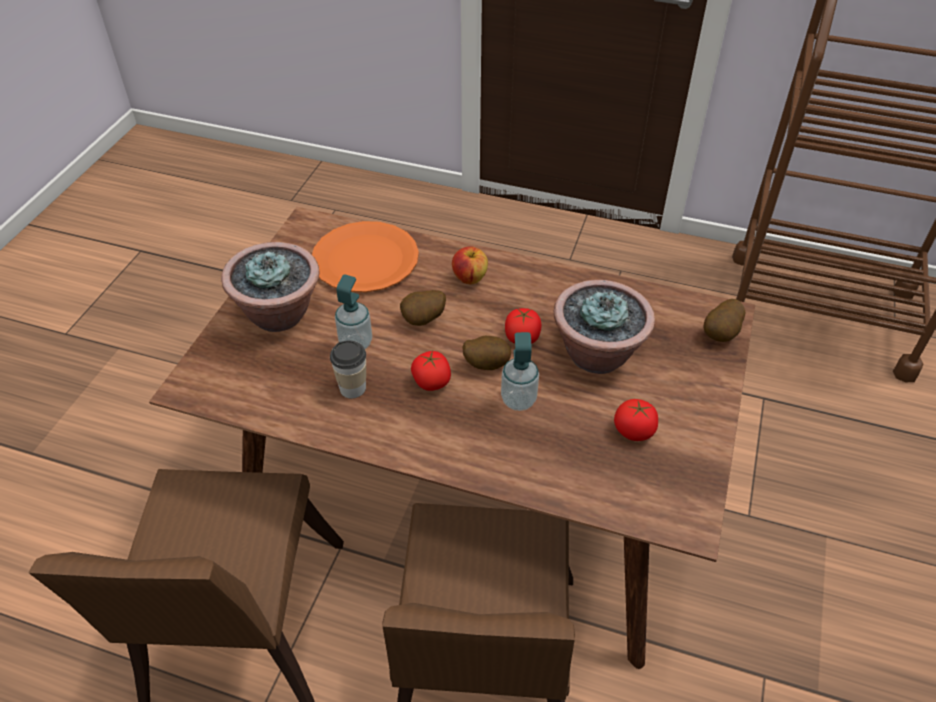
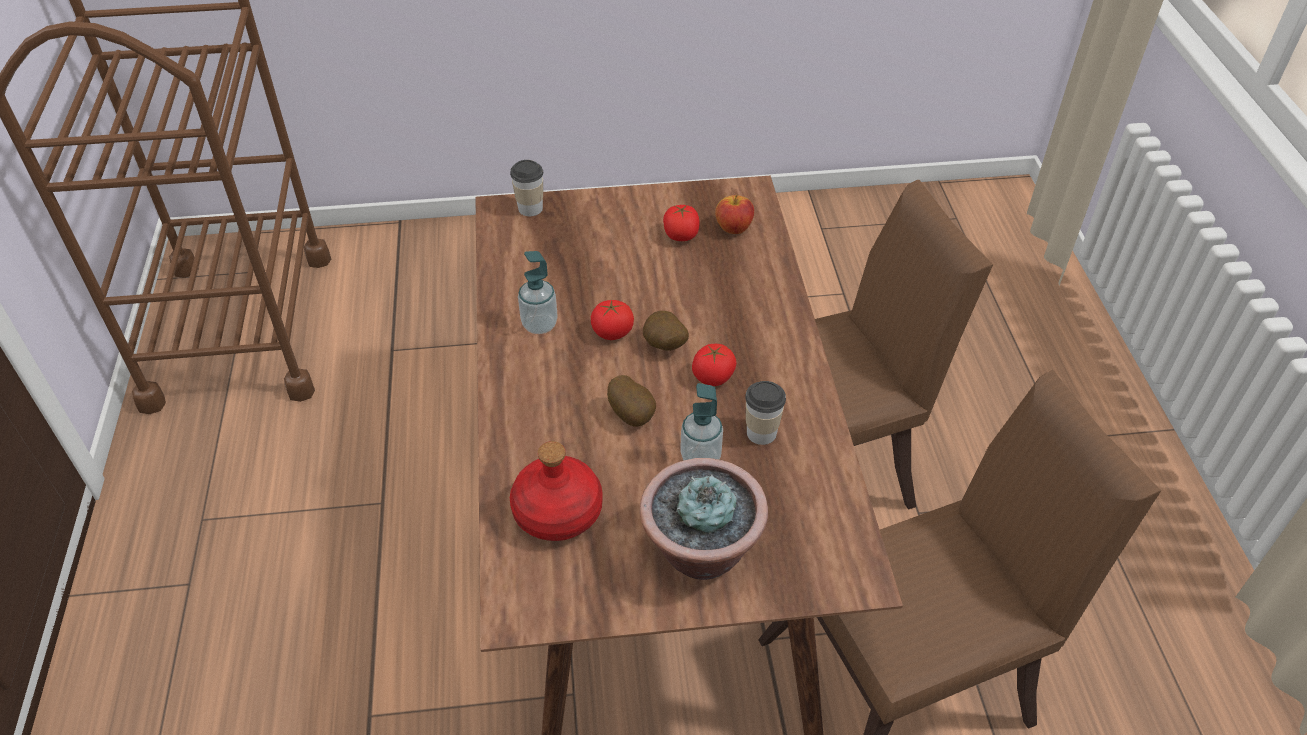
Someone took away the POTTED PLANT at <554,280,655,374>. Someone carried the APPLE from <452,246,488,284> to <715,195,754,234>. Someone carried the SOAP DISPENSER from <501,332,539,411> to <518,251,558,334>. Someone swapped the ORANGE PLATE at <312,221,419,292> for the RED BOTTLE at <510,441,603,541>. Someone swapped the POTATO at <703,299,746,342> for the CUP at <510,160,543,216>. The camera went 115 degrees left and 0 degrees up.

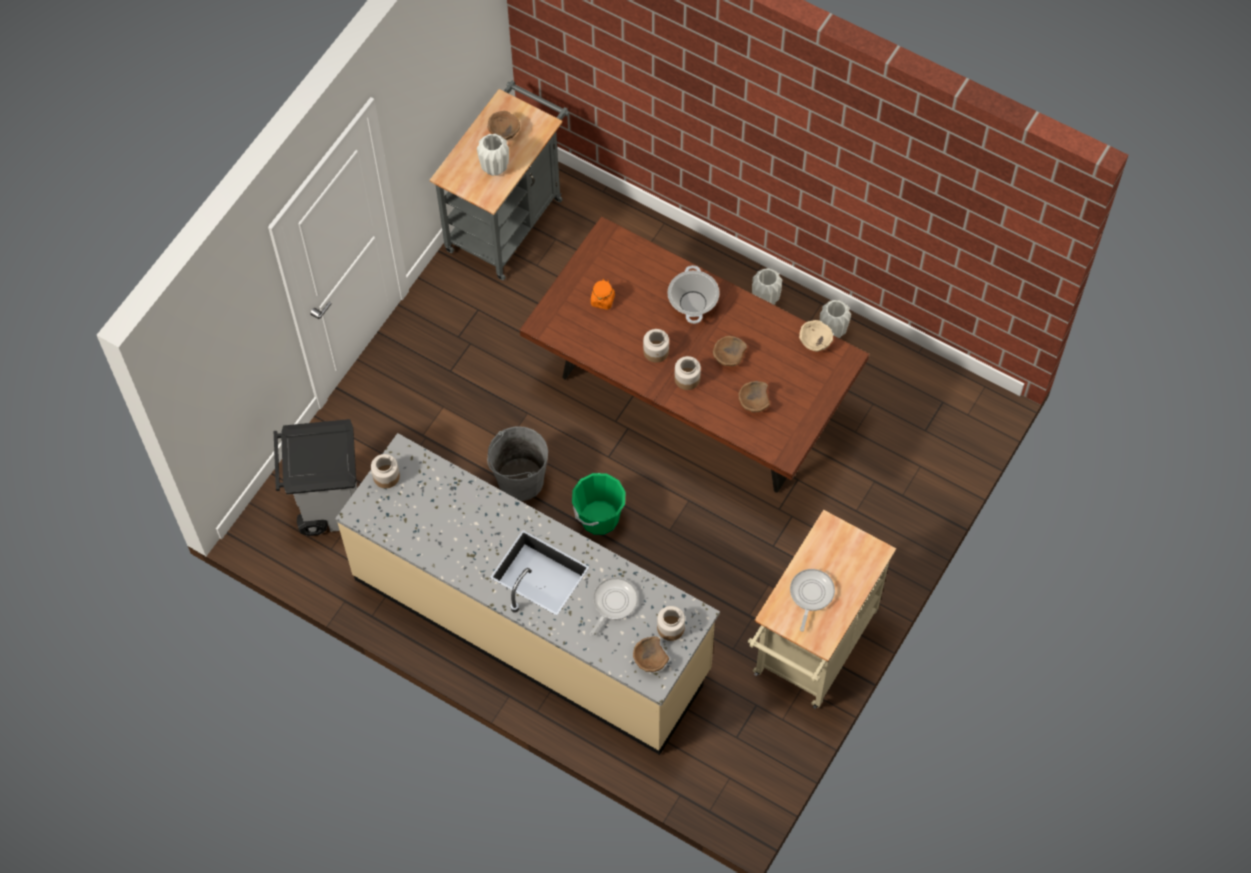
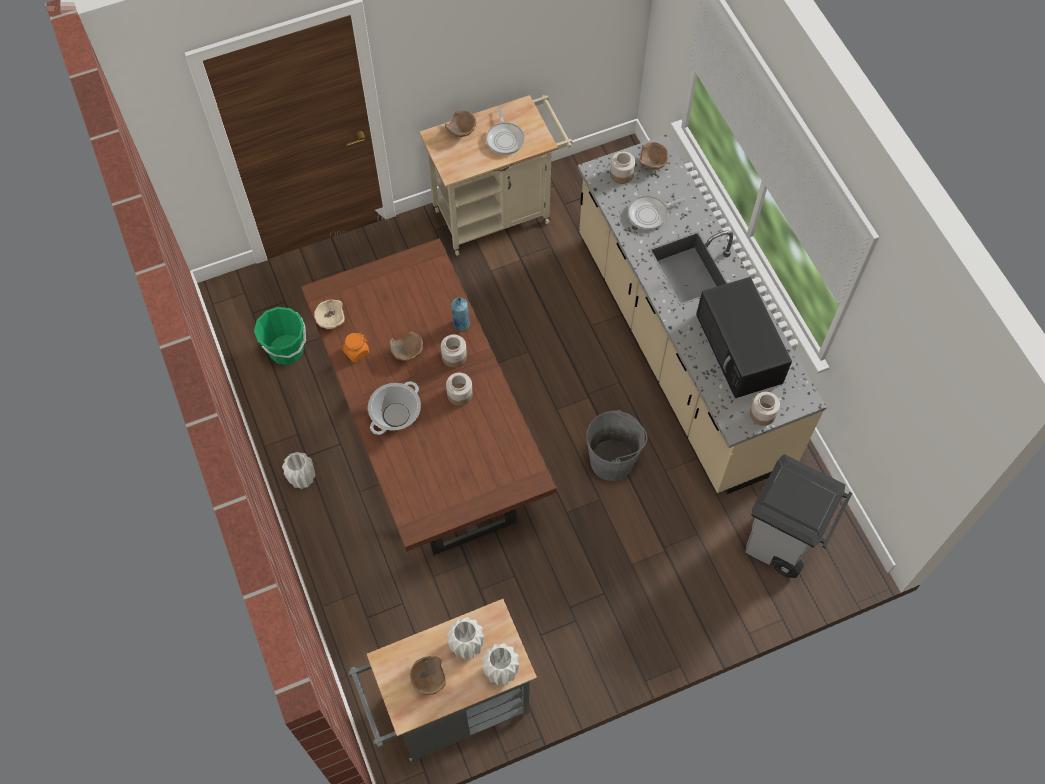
Someone put down the BLUE BOTTLE at <451,297,470,331>. Someone put down the BLACK MICROWAVE at <696,277,792,398>. Someone carried the GREEN BUCKET from <572,473,626,535> to <254,307,306,365>. Someone carried the ORANGE JAR from <591,280,615,310> to <342,333,369,362>. Someone carried the BROWN BOWL from <739,381,770,412> to <445,110,476,137>. Someone carried the WHITE VASE from <820,300,851,338> to <482,643,519,686>. Someone rotated the FRYING PAN at <790,569,835,632> by 60 degrees counterclockwise. The camera went 145 degrees left and 0 degrees up.

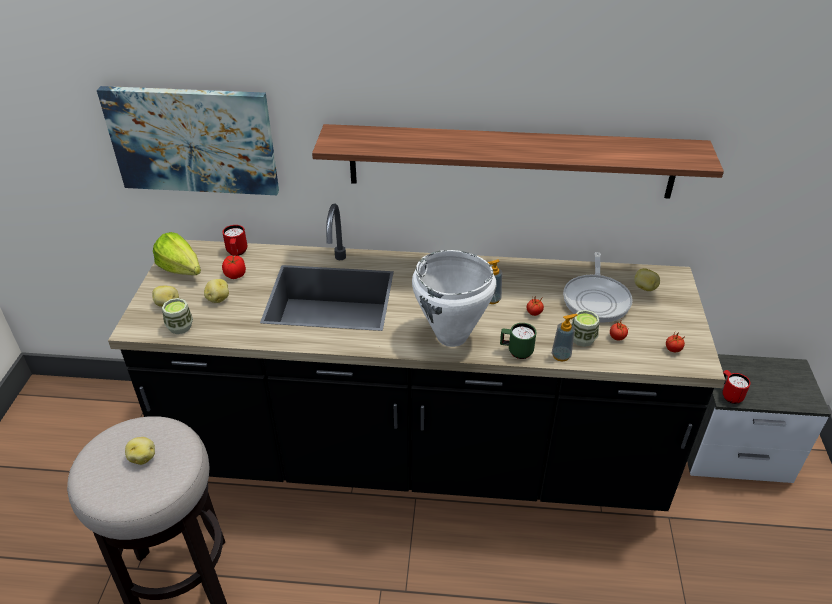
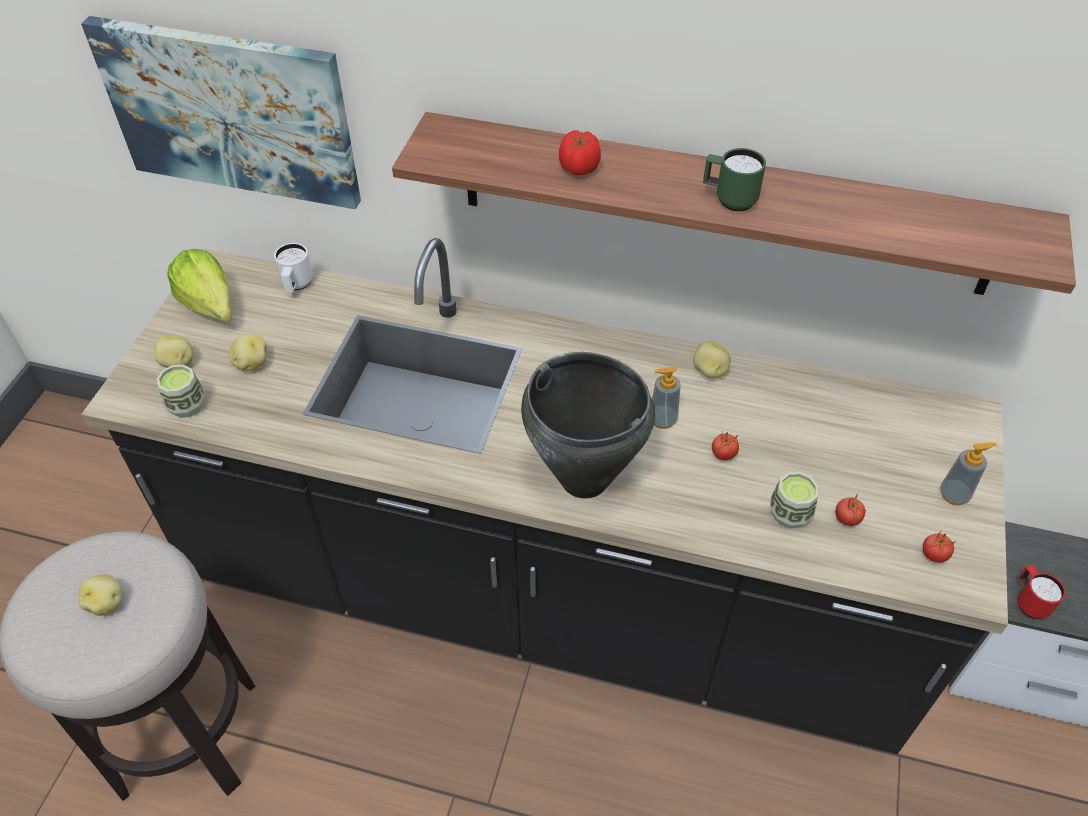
Someone took away the FRYING PAN at <563,252,633,323>. Someone carried the TOMATO from <222,255,246,279> to <559,130,601,176>. Someone carried the GREEN MUG from <500,323,536,359> to <703,148,766,211>. Someone carried the SOAP DISPENSER from <552,314,578,361> to <940,442,997,505>. Someone carried the POTATO from <634,268,660,291> to <693,341,731,378>. Someone repainted the RED MUG at <222,225,247,256>, which became the WHITE MUG at <274,243,313,293>. Someone repainted the WHITE COOKING POT at <412,250,496,347>, which became the BLACK COOKING POT at <521,352,655,498>. The camera went 10 degrees right and 10 degrees up.

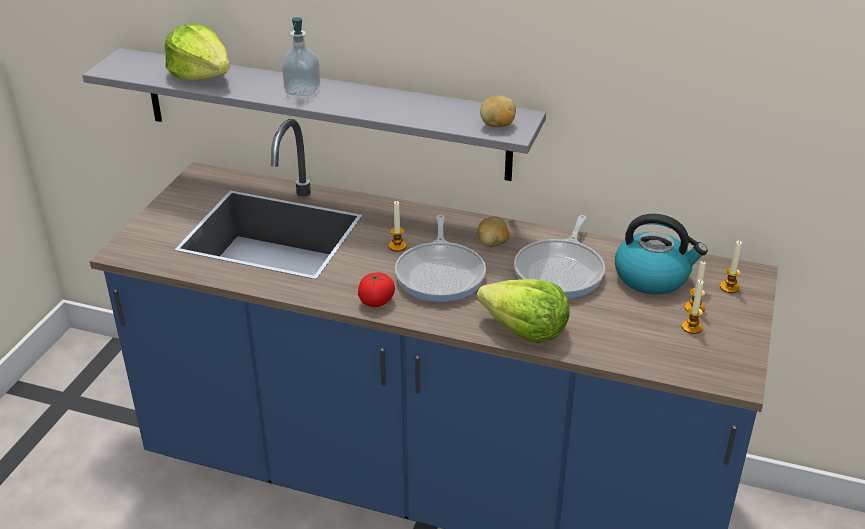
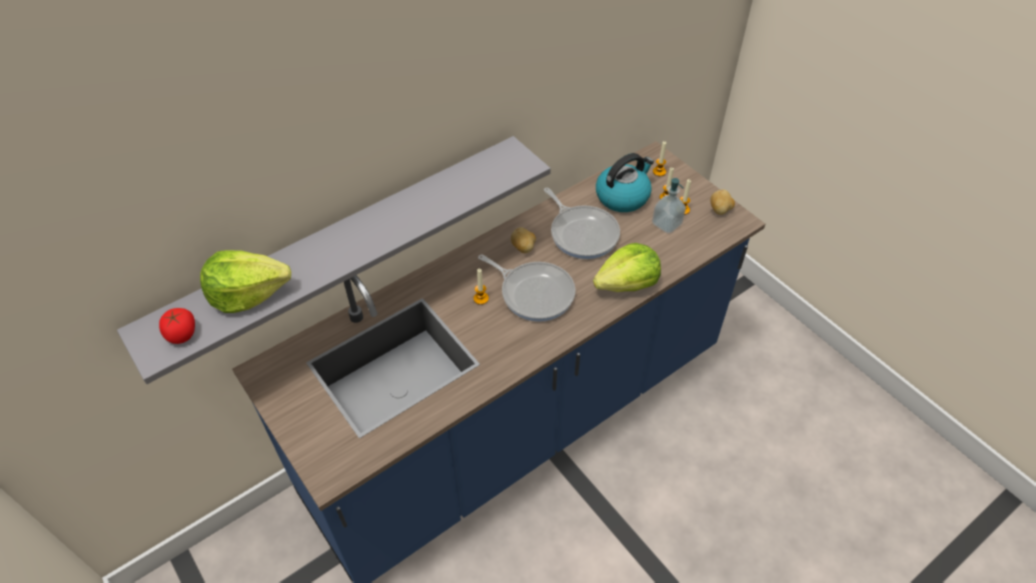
Someone carried the SOAP DISPENSER from <282,17,320,96> to <652,178,686,234>. Someone carried the TOMATO from <358,272,395,307> to <159,308,195,344>. Someone carried the POTATO from <480,96,516,127> to <710,190,735,215>. The camera went 55 degrees left and 15 degrees up.

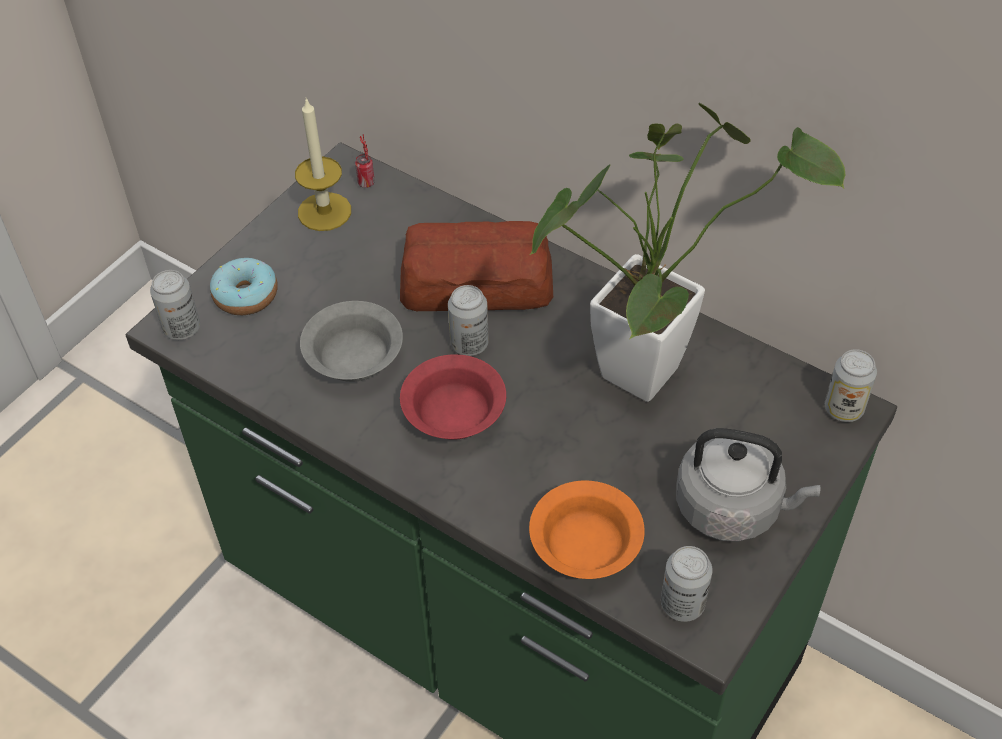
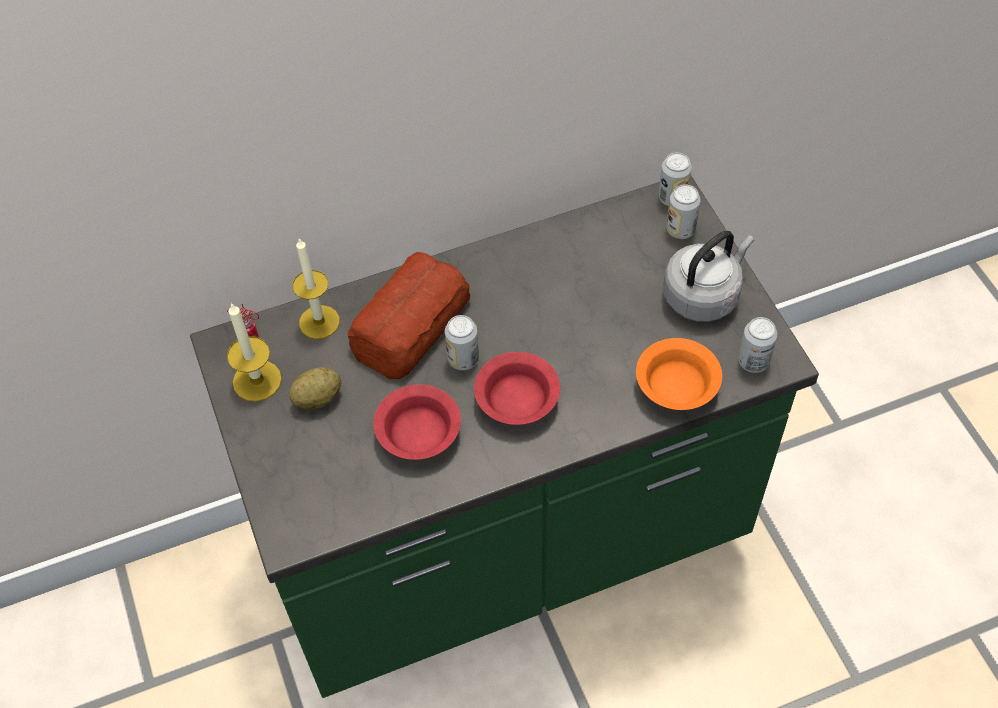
Someone took away the DONUT at <210,258,278,315>. Someone took away the POTTED PLANT at <530,103,846,402>. Someone put down the POTATO at <289,367,341,409>. Someone put down the CANDLE at <292,239,340,339>. Someone carried the CAN from <150,270,200,340> to <666,184,701,239>. Someone repainted the GREY BOWL at <300,301,403,382>, which became the RED BOWL at <373,384,461,460>. The camera went 55 degrees left and 5 degrees up.

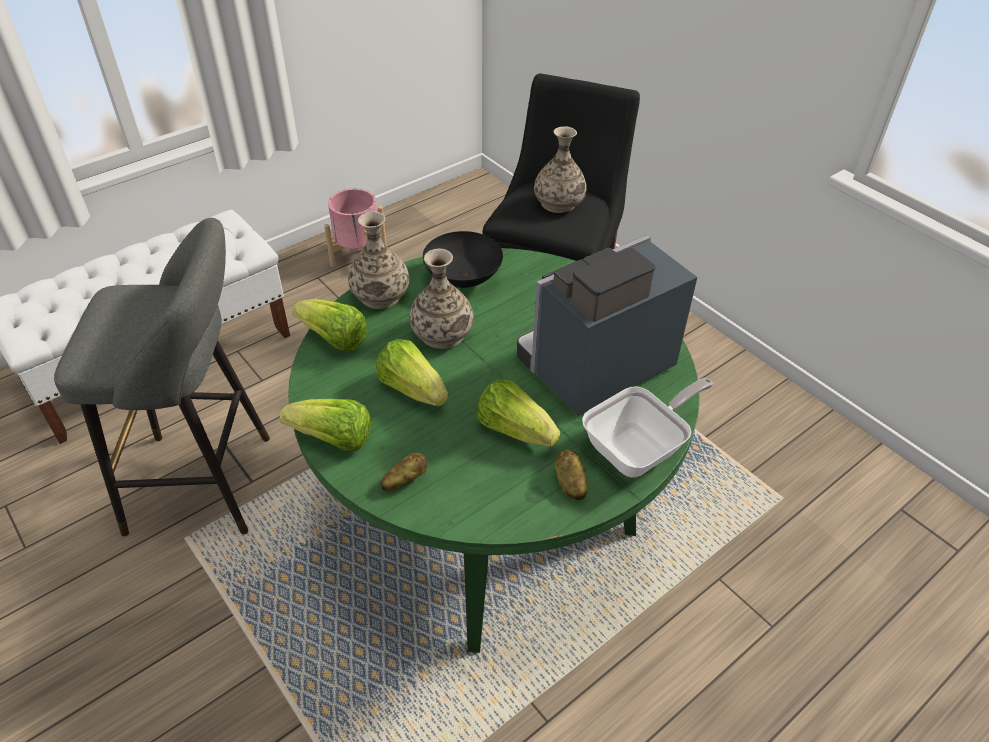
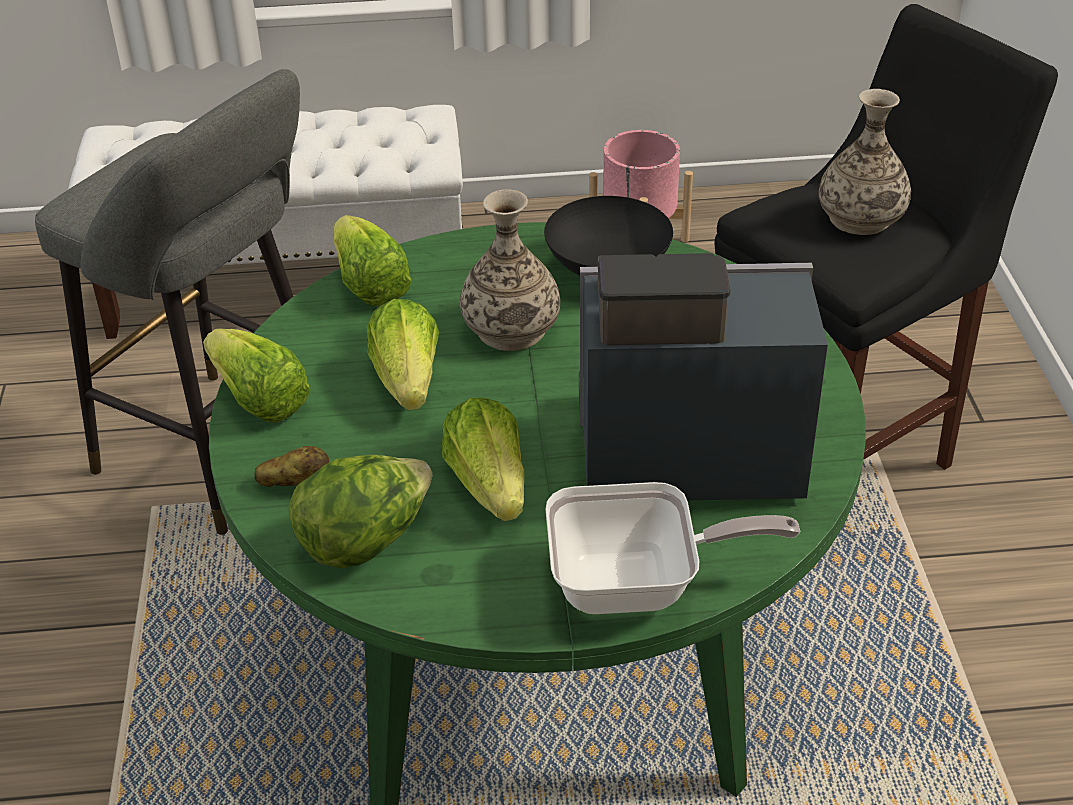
Someone took away the VASE at <348,211,410,309>. Someone took away the POTATO at <555,450,588,500>. Someone put down the LETTUCE at <289,455,433,568>. The camera went 35 degrees right and 5 degrees down.

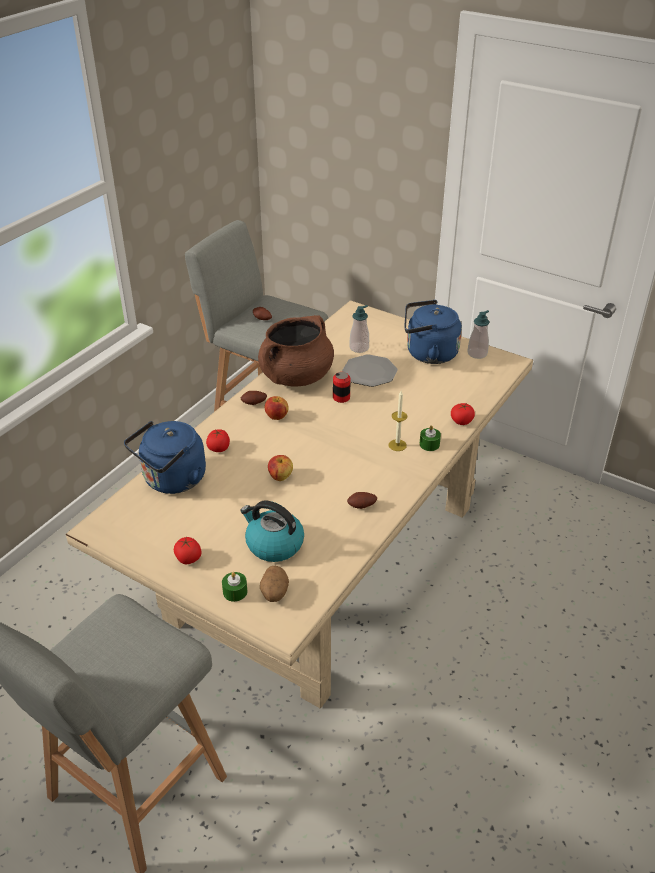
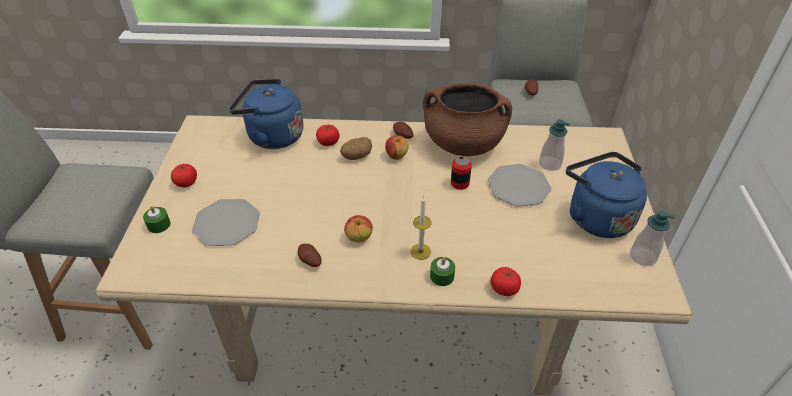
Someone carried the POTATO from <260,566,289,602> to <340,137,372,160>. Someone carried the APPLE from <268,455,293,481> to <344,215,373,242>. Someone swapped the KETTLE at <240,501,304,562> for the PLATE at <192,199,260,246>. The camera went 60 degrees right and 5 degrees up.

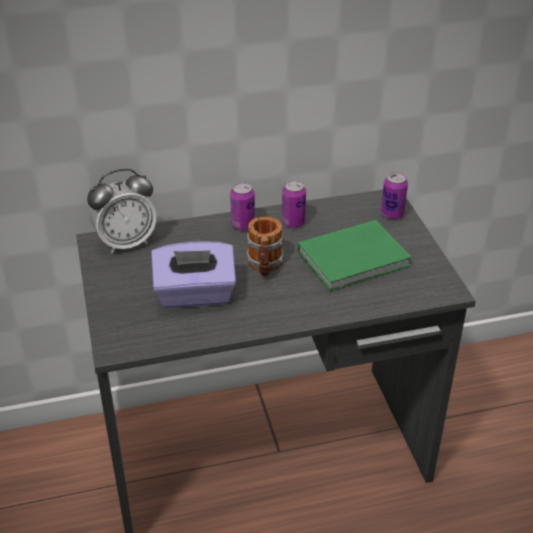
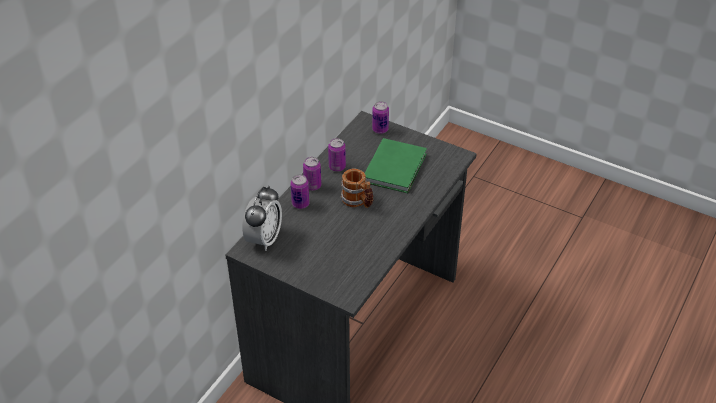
Someone took away the PURPLE TISSUE BOX at <151,241,236,308>. Someone put down the CAN at <290,175,309,209>. The camera went 45 degrees left and 5 degrees up.

